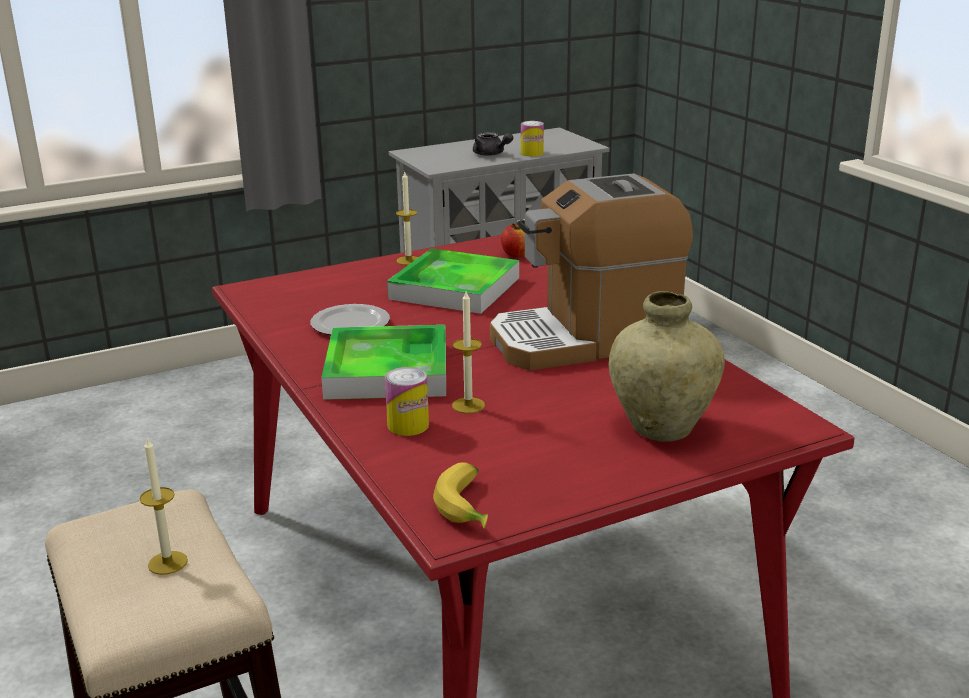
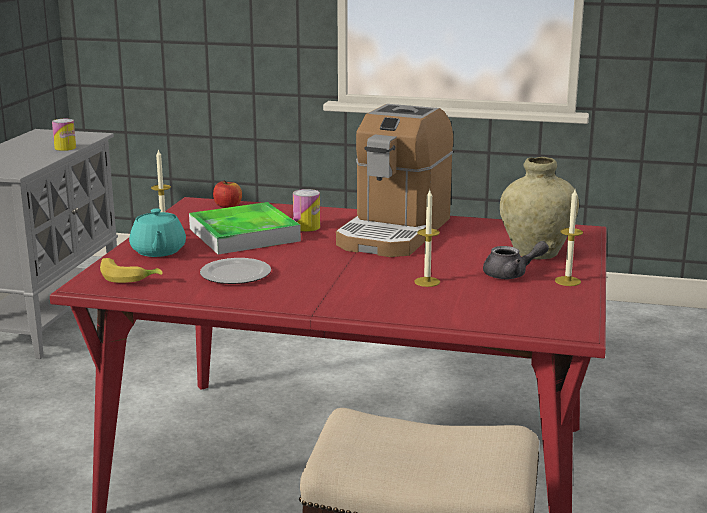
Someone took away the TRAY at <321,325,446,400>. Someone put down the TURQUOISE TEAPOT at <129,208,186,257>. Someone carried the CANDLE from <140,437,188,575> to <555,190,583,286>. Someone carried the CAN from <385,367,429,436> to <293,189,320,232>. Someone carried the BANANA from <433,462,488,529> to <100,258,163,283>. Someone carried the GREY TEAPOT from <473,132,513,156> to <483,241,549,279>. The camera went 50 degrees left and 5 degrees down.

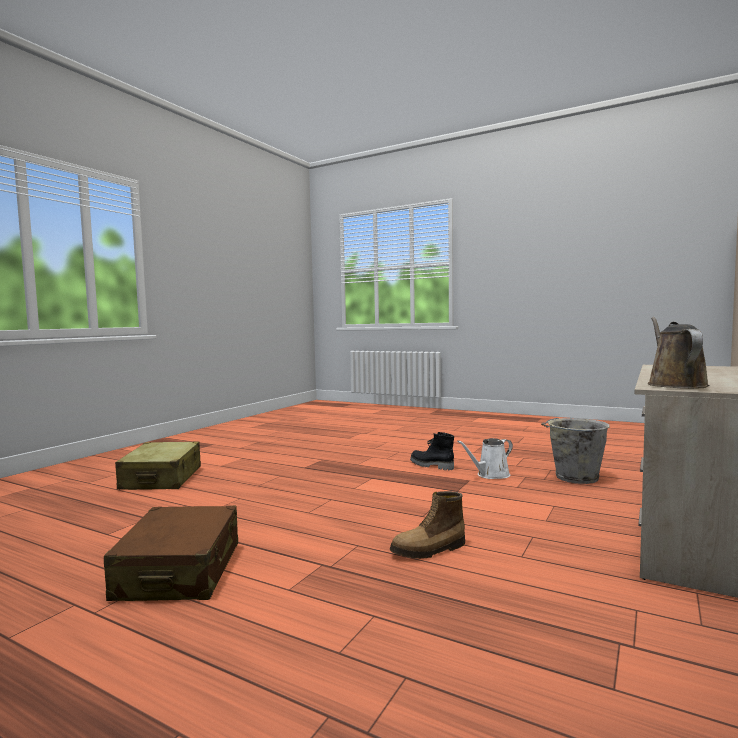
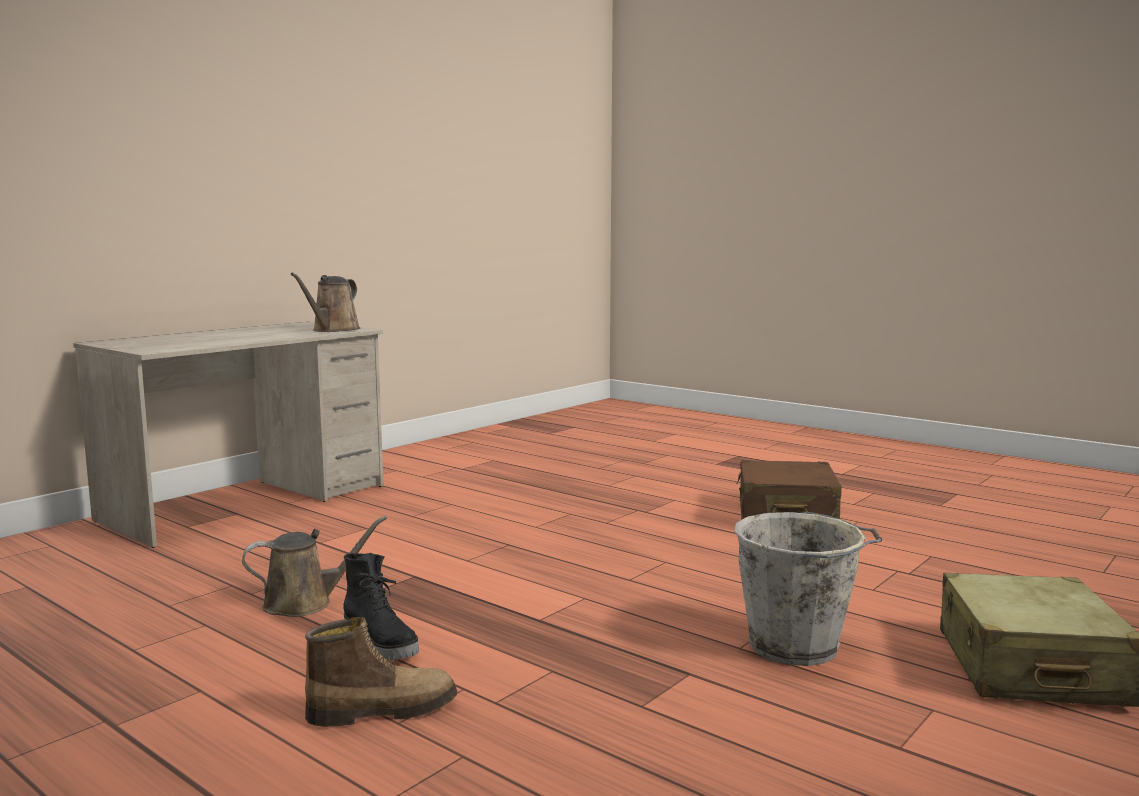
Someone carried the BOOT from <390,491,465,559> to <305,617,458,727>. Someone carried the GREY BUCKET from <541,418,610,484> to <734,512,882,666>. Someone repainted the WHITE WATERING CAN at <457,438,513,479>, which became the BROWN WATERING CAN at <242,516,387,617>. The camera went 170 degrees left and 5 degrees up.

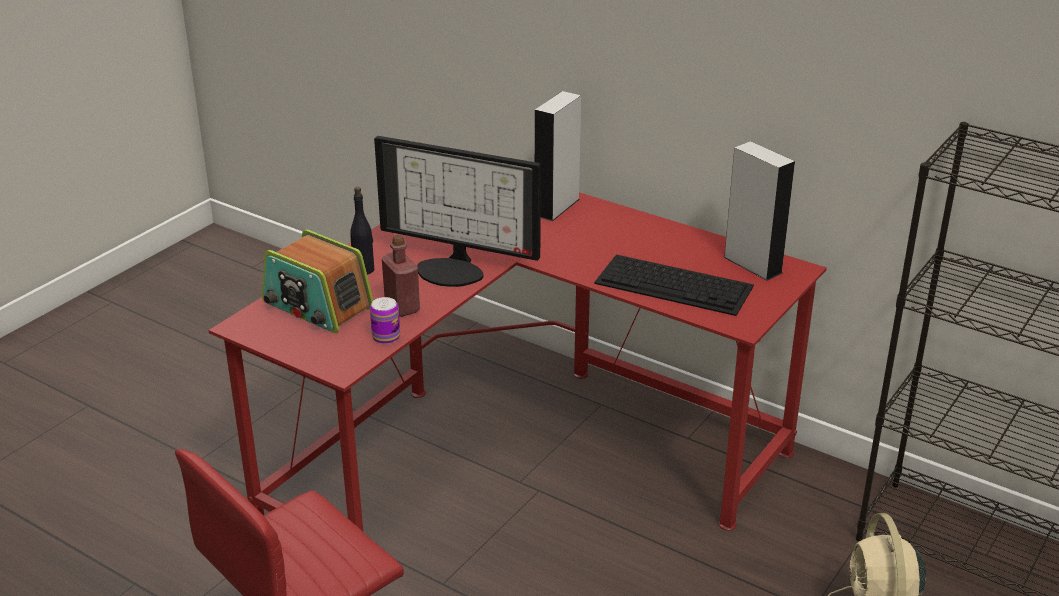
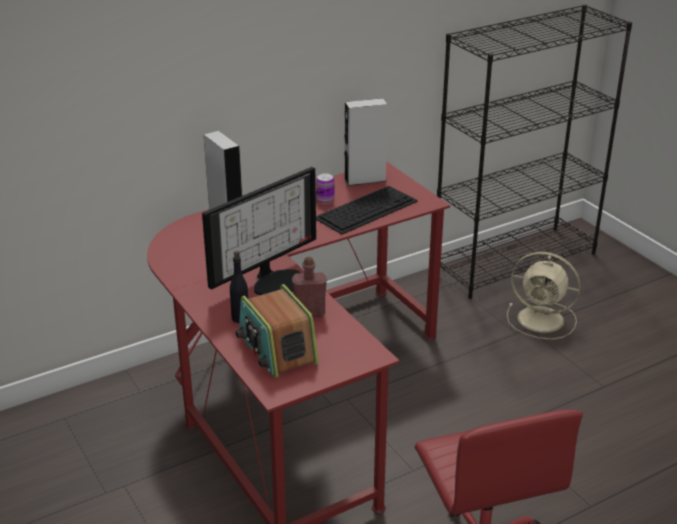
Someone carried the CAN from <370,297,400,344> to <316,173,334,204>. Someone rotated the RADIO at <262,229,374,333> by 90 degrees clockwise. The camera went 65 degrees left and 0 degrees up.

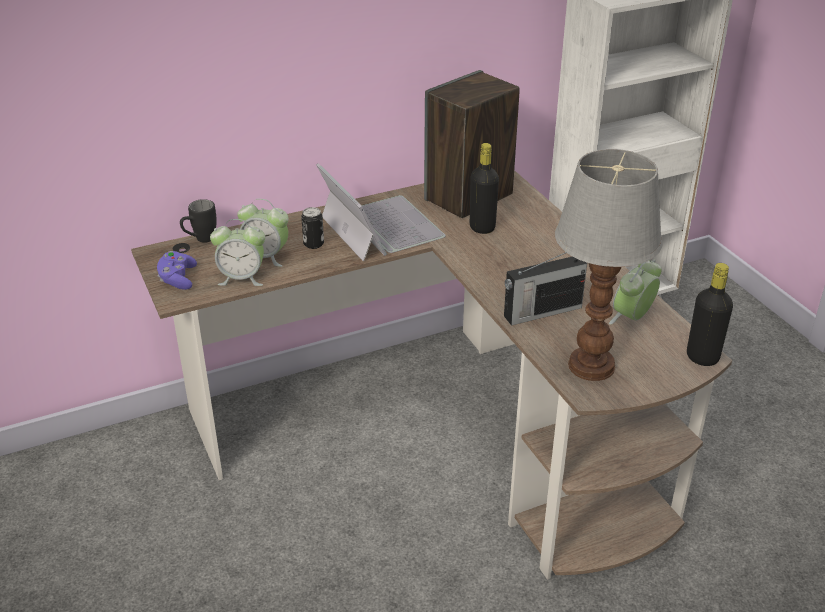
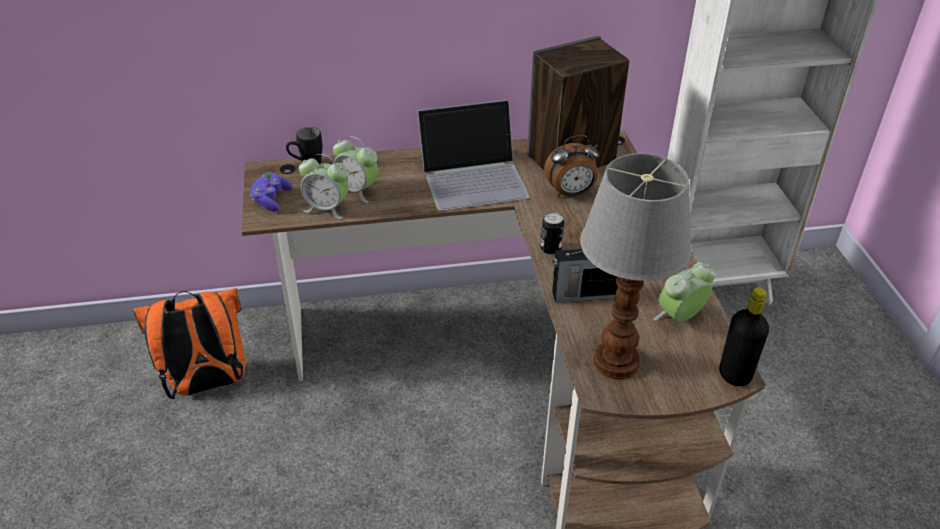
Someone put down the ORANGE BACKPACK at <133,288,245,399>. Someone carried the CAN from <301,207,324,249> to <540,212,564,254>. Someone swapped the BLACK BOTTLE at <470,143,499,234> for the ALARM CLOCK at <544,135,599,197>. Someone rotated the LAPTOP at <316,163,446,262> by 90 degrees clockwise. The camera went 15 degrees right and 5 degrees up.

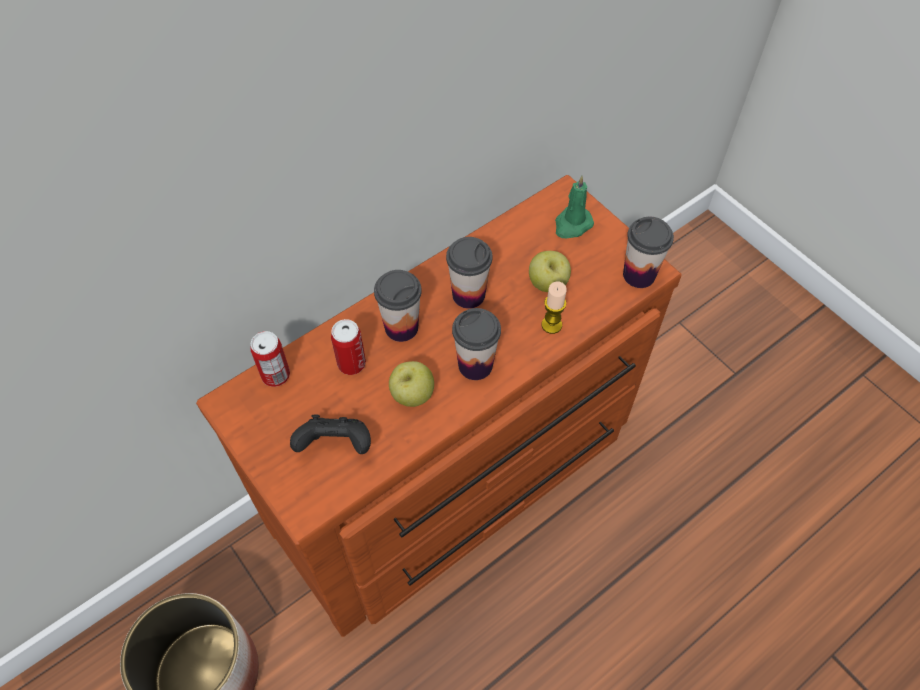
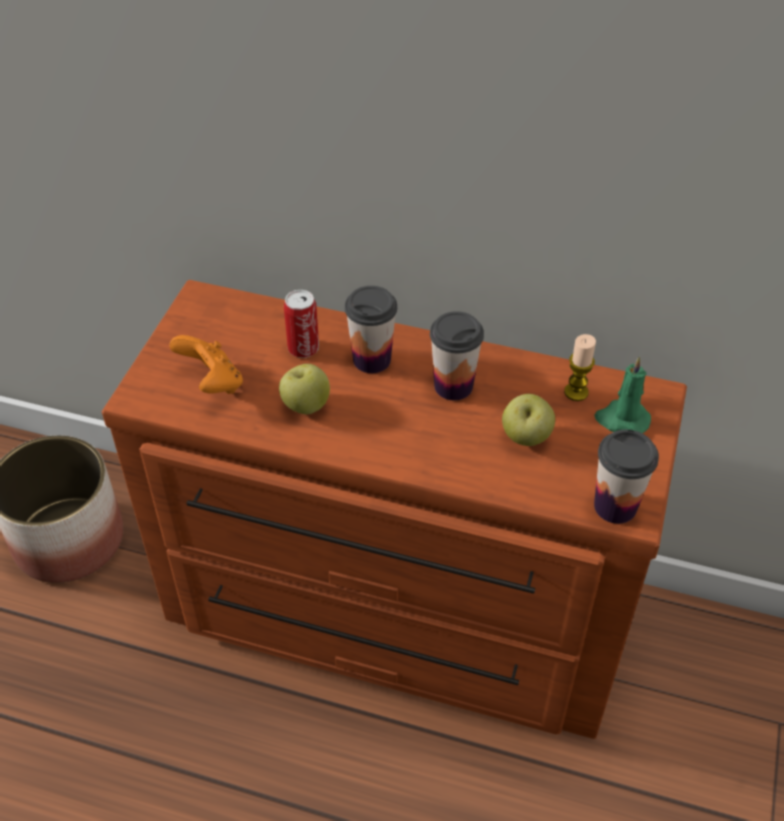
Someone took away the CAN at <251,331,290,387>. Someone took away the CUP at <452,308,501,380>. Someone carried the CANDLE from <541,282,567,334> to <564,334,596,401>. Someone repainted the BLACK GAME CONTROLLER at <290,414,371,454>, which became the ORANGE GAME CONTROLLER at <169,335,243,394>. The camera went 55 degrees right and 10 degrees down.

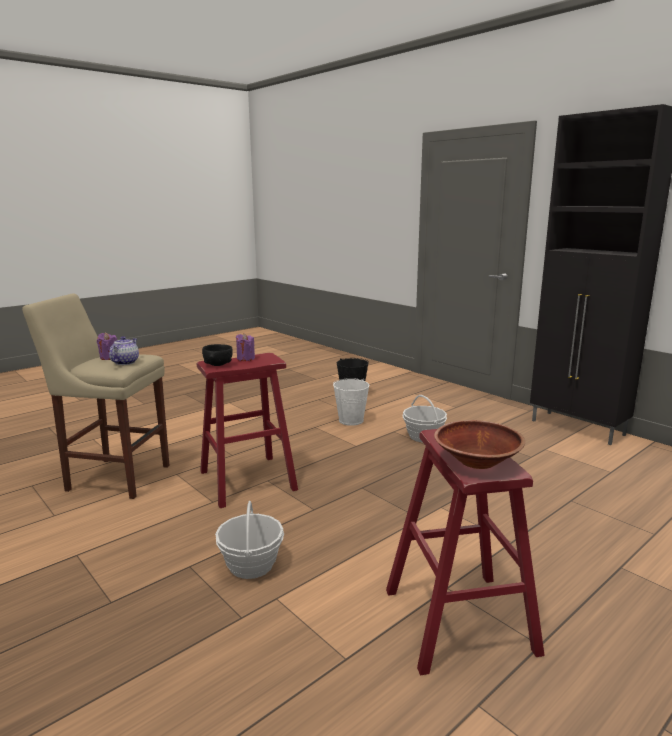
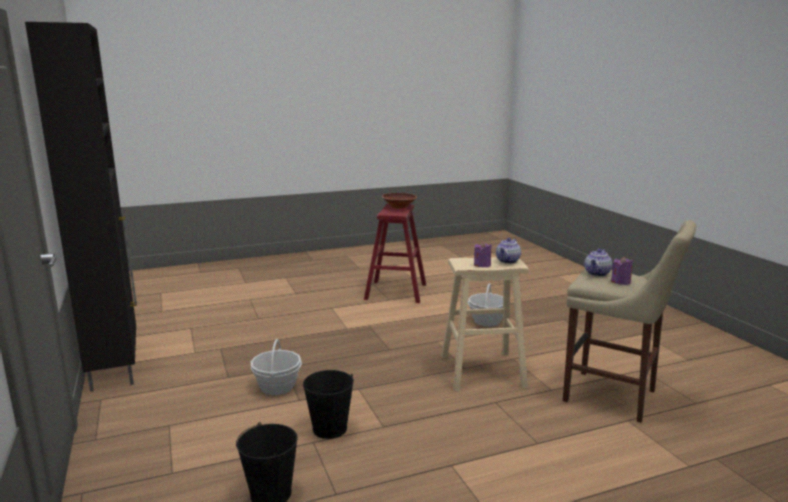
Someone swapped the BLACK BOWL at <202,344,233,366> for the TEAPOT at <496,238,521,264>. Someone repainted the RED STOOL at <197,353,298,508>, which became the BEIGE STOOL at <441,257,529,392>. Someone repainted the WHITE BUCKET at <333,378,369,426>, which became the BLACK BUCKET at <303,370,354,439>. The camera went 160 degrees left and 0 degrees up.

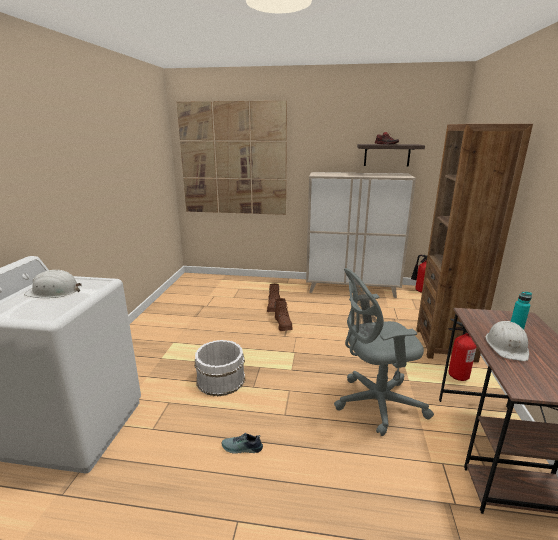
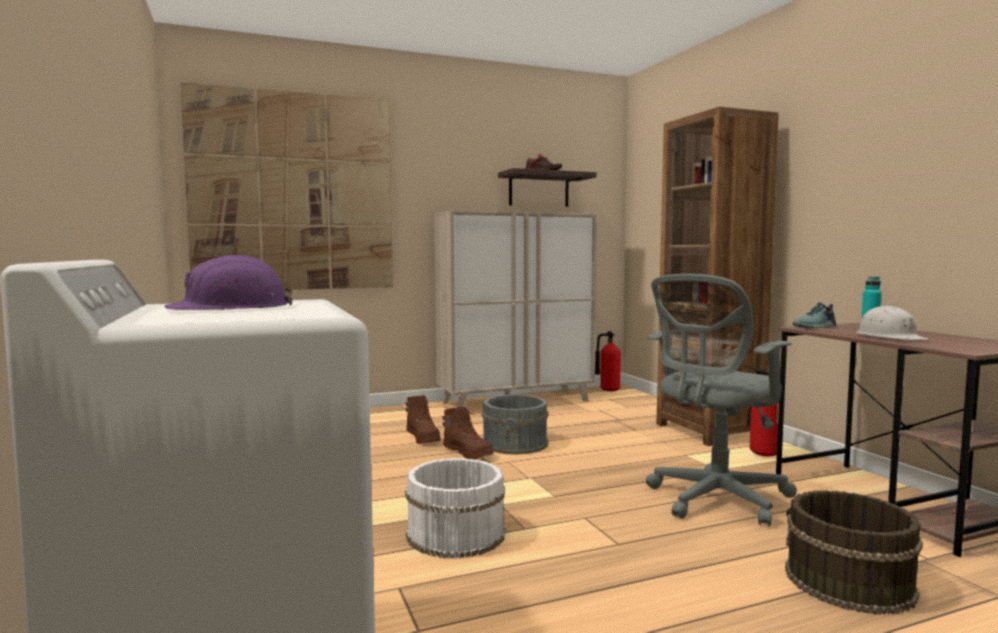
Someone put down the GREY BUCKET at <482,394,549,455>. Someone put down the BROWN BUCKET at <785,490,923,615>. Someone carried the SHOE from <222,433,263,454> to <793,302,836,328>. Someone repainted the WHITE HARD HAT at <24,270,82,298>, which became the PURPLE HARD HAT at <165,255,293,310>. The camera went 30 degrees left and 15 degrees down.

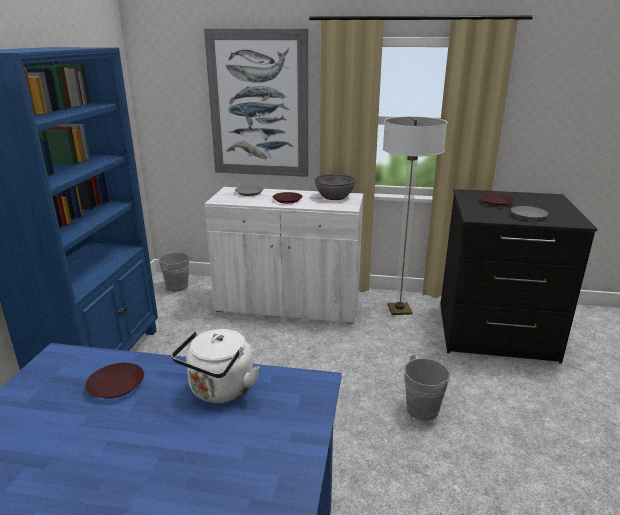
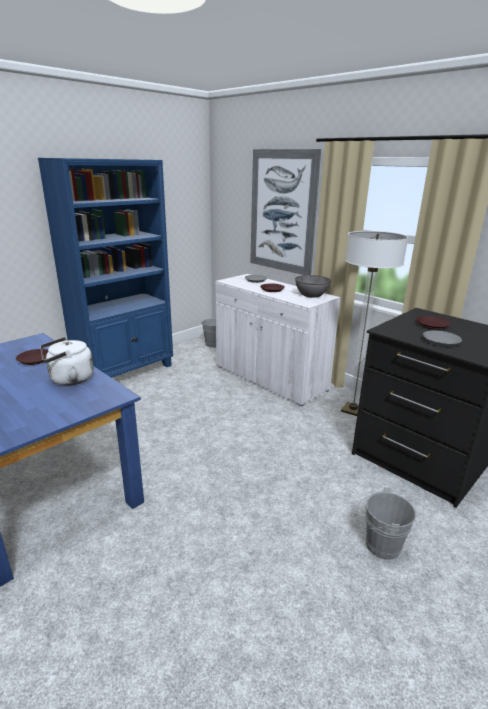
Someone carried the GREY BUCKET from <395,354,450,421> to <356,487,416,560>. The camera went 35 degrees right and 0 degrees up.

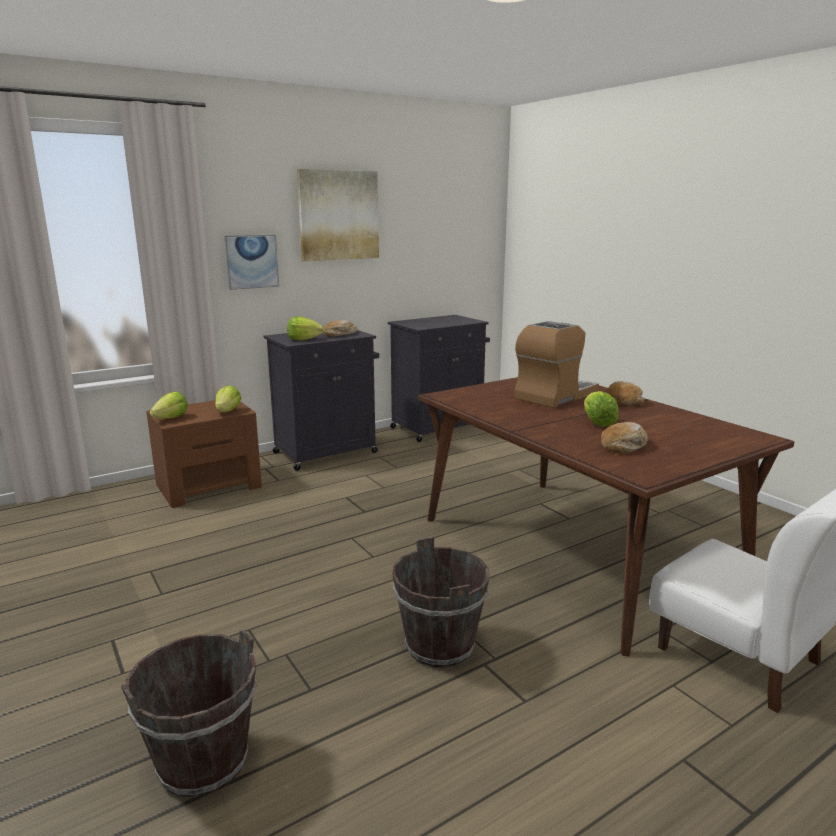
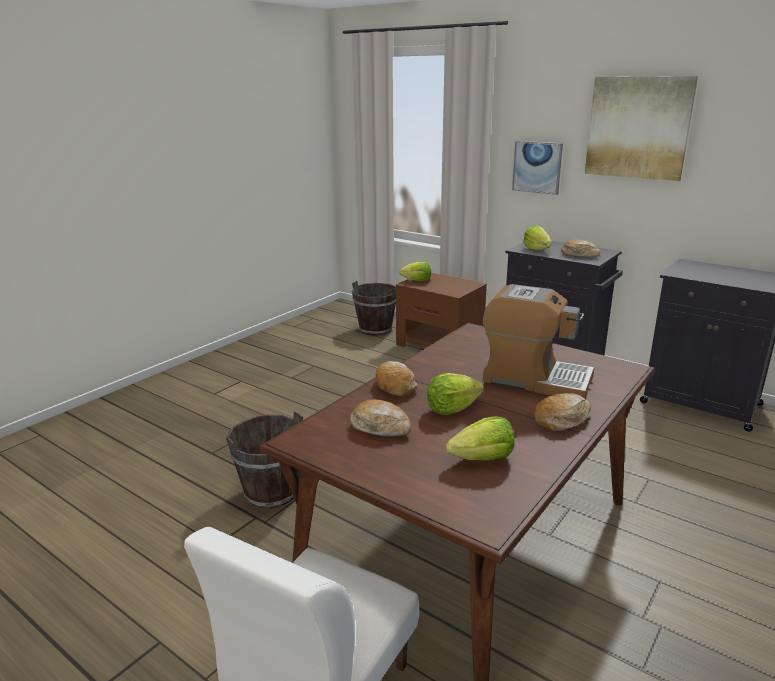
Someone put down the BREAD at <375,361,418,396>. Someone carried the BROWN BUCKET from <121,629,257,798> to <352,281,396,336>. Someone carried the LETTUCE from <215,385,241,412> to <446,416,515,461>. The camera went 70 degrees right and 5 degrees up.

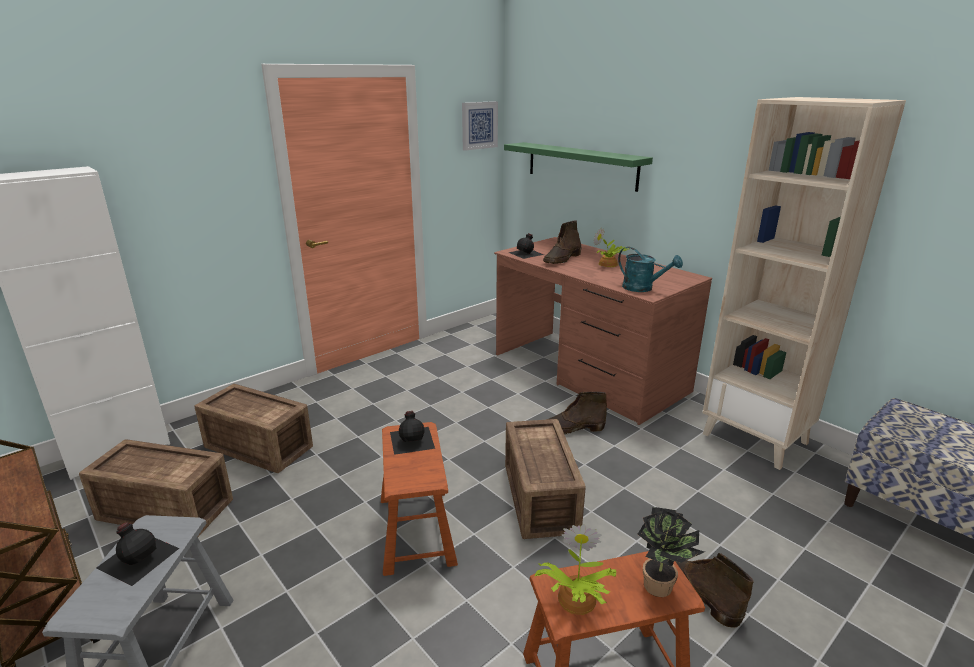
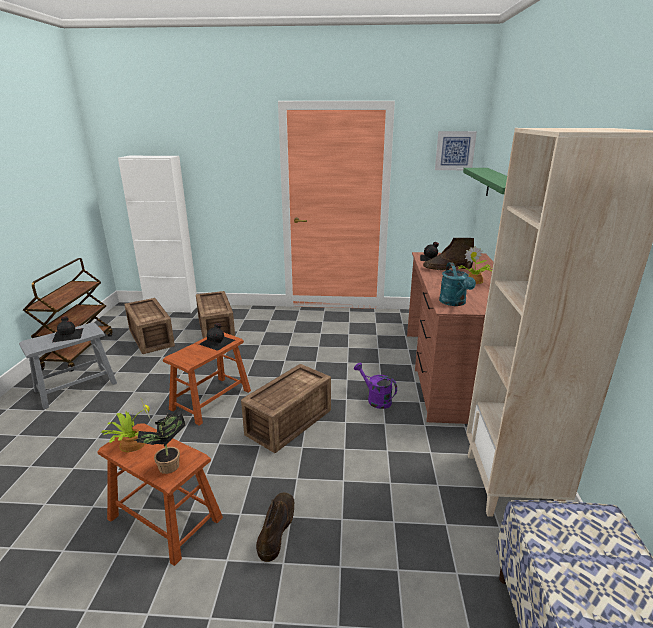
Someone swapped the BROWN BOOT at <546,392,607,435> for the PURPLE WATERING CAN at <354,363,397,409>. The camera went 45 degrees right and 0 degrees up.

